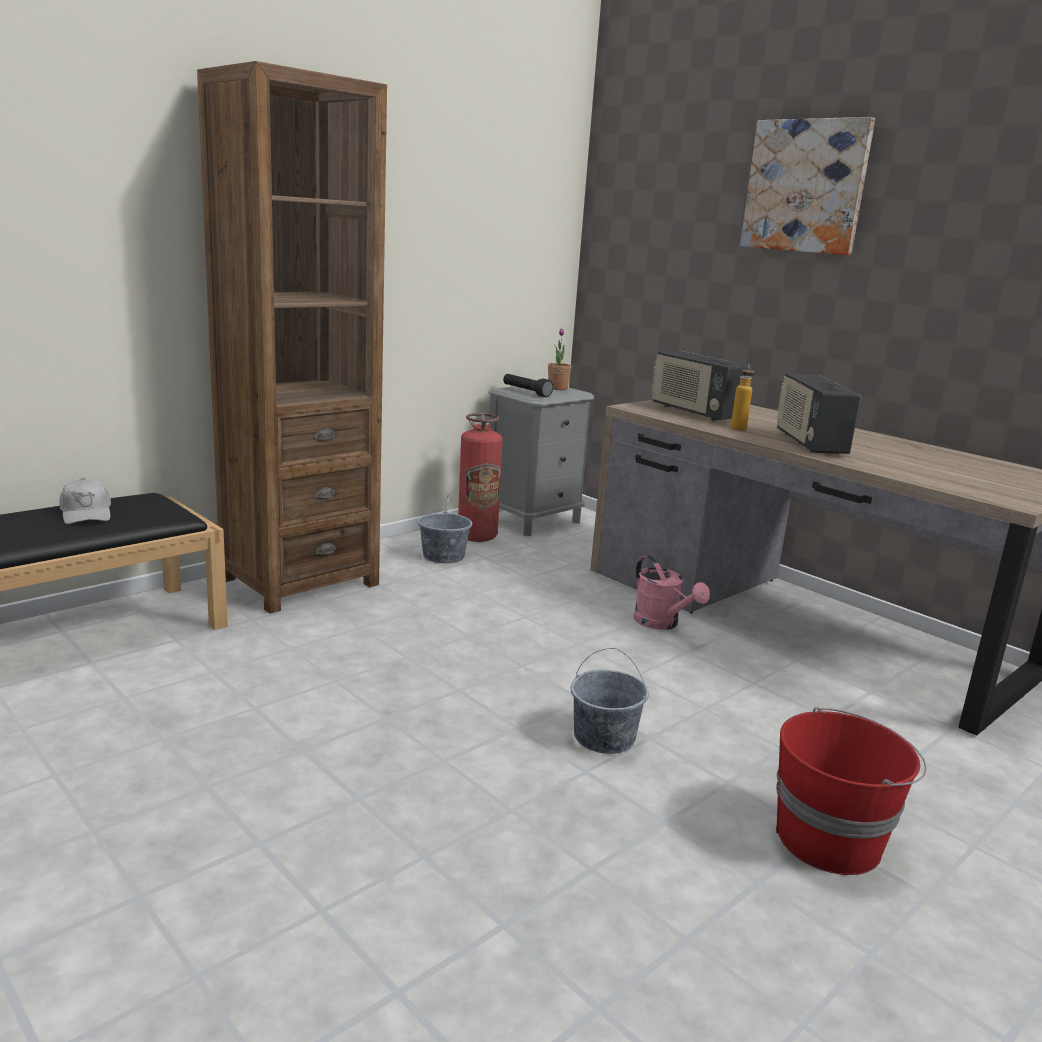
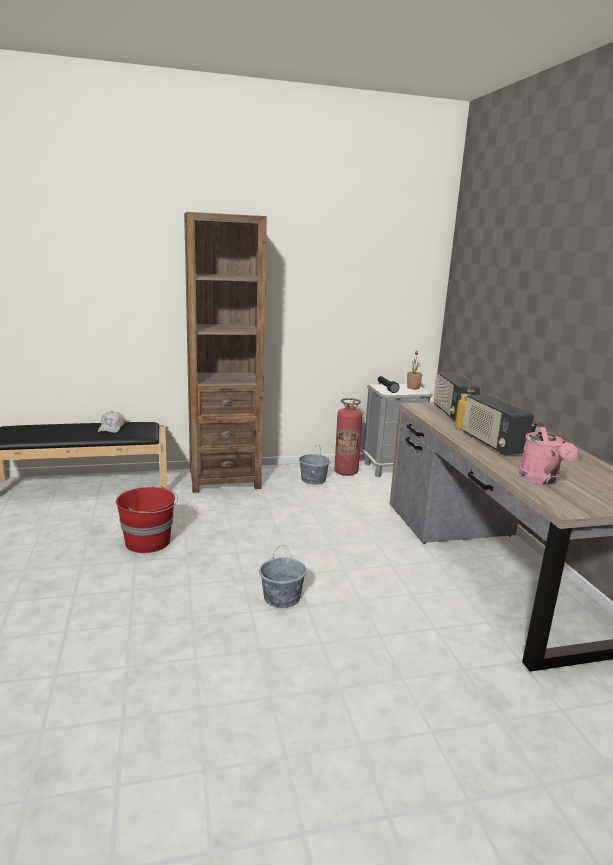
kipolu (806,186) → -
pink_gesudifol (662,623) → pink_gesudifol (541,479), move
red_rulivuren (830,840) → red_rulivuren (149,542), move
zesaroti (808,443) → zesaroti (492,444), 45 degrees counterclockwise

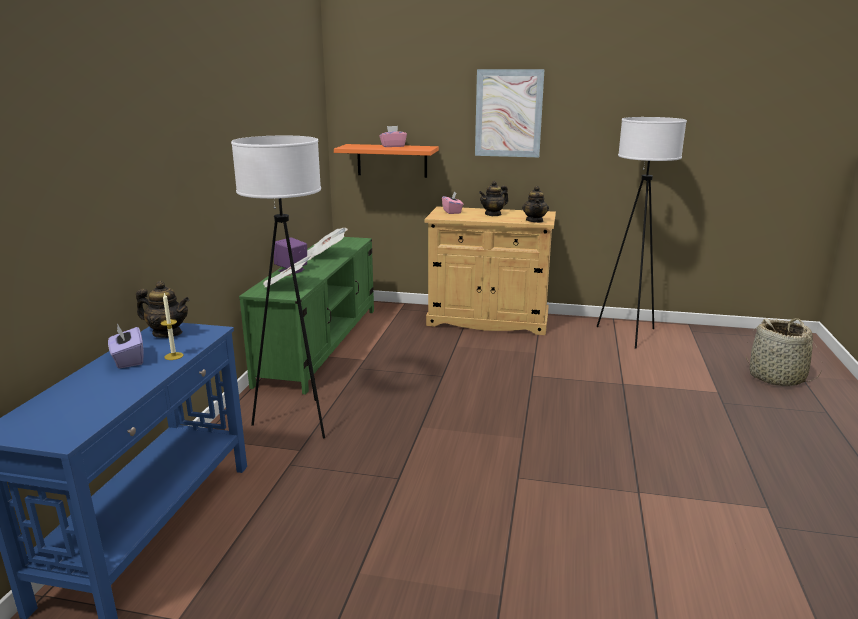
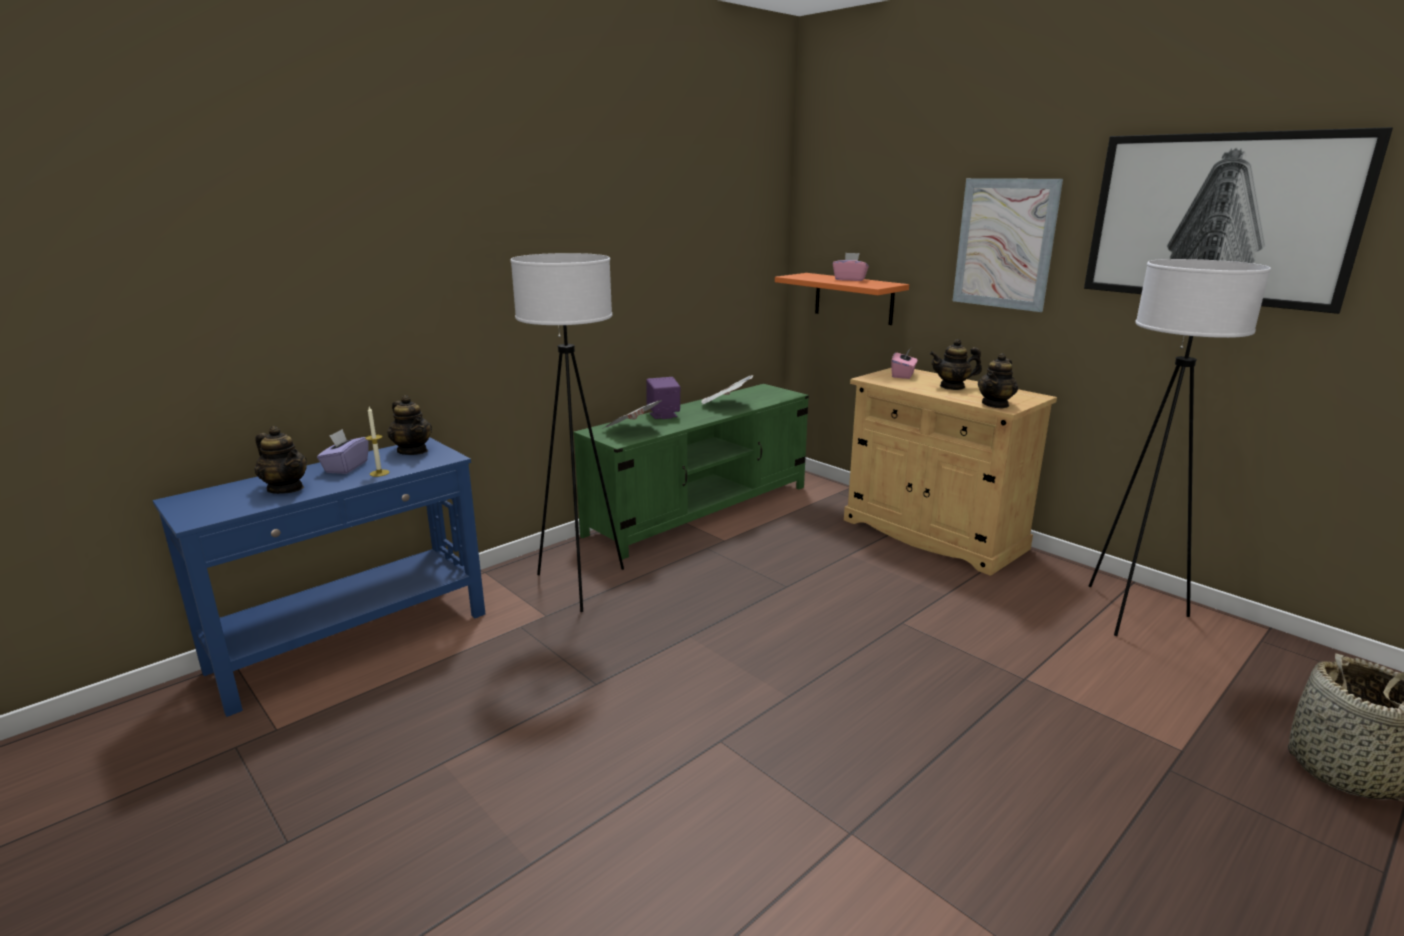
- → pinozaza (286,488)
- → kipolu (1218,218)

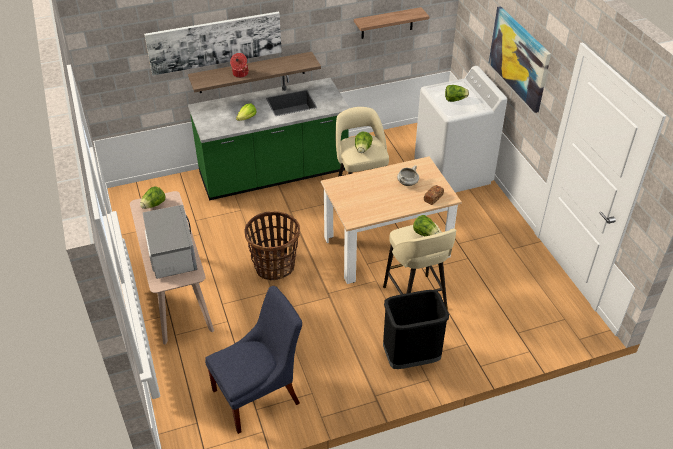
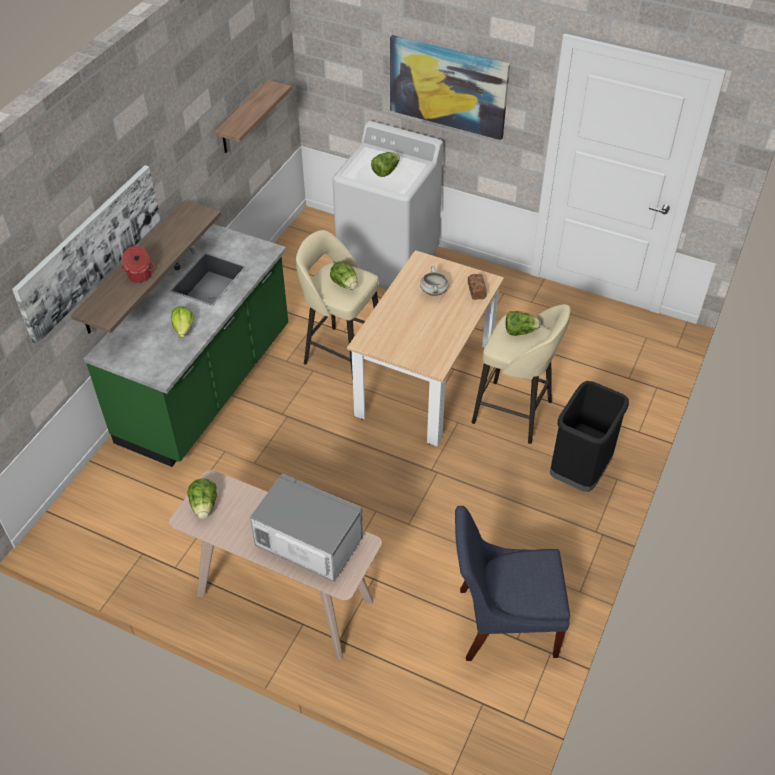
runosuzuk (274,266) → -
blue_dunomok (259,395) → blue_dunomok (502,622), 105 degrees counterclockwise

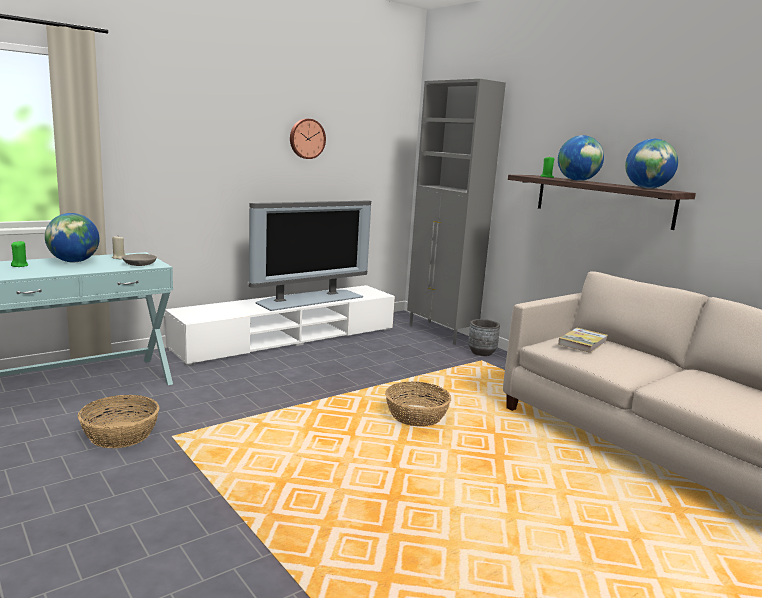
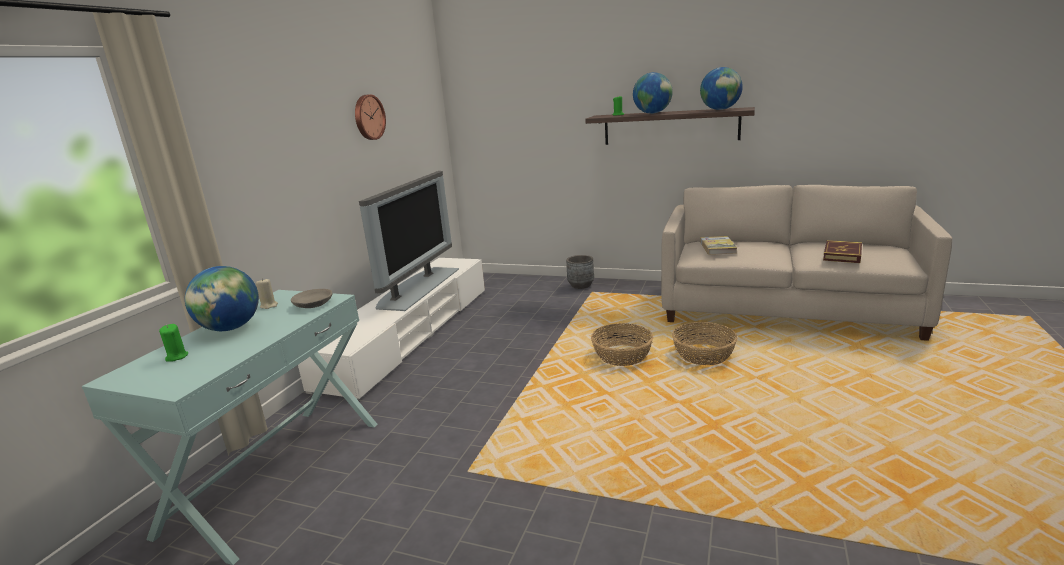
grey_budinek (441,333) → -
- → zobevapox (842,255)
runosuzuk (121,435) → runosuzuk (704,355), move

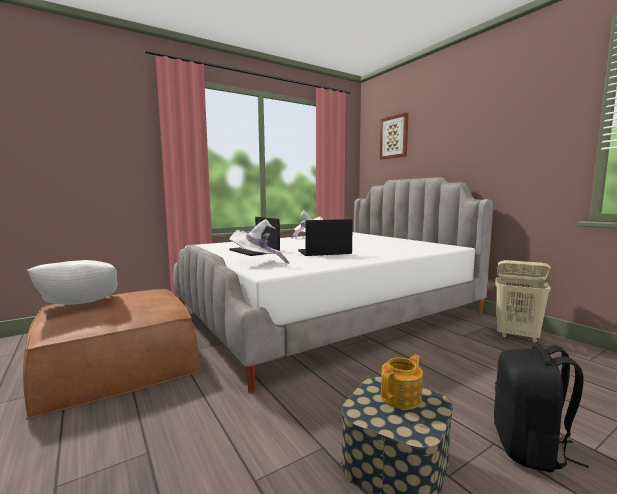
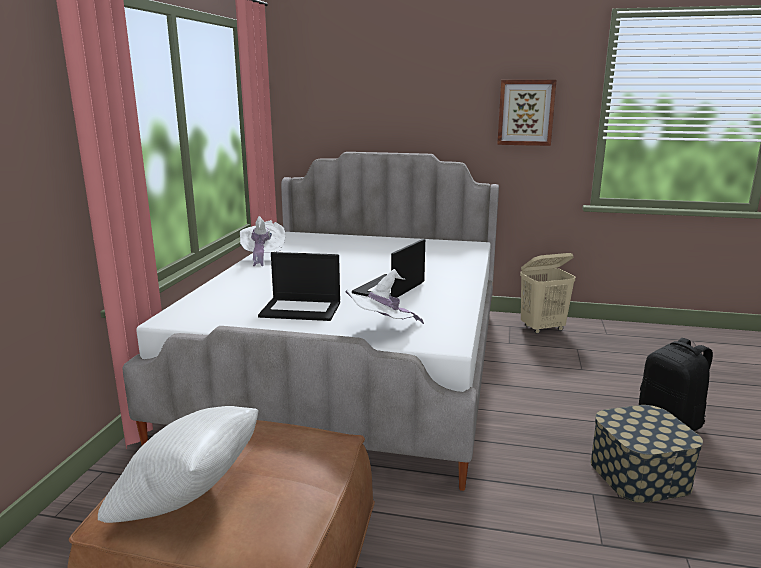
pinozaza (402,397) → -
kipolu (394,137) → kipolu (526,112), move

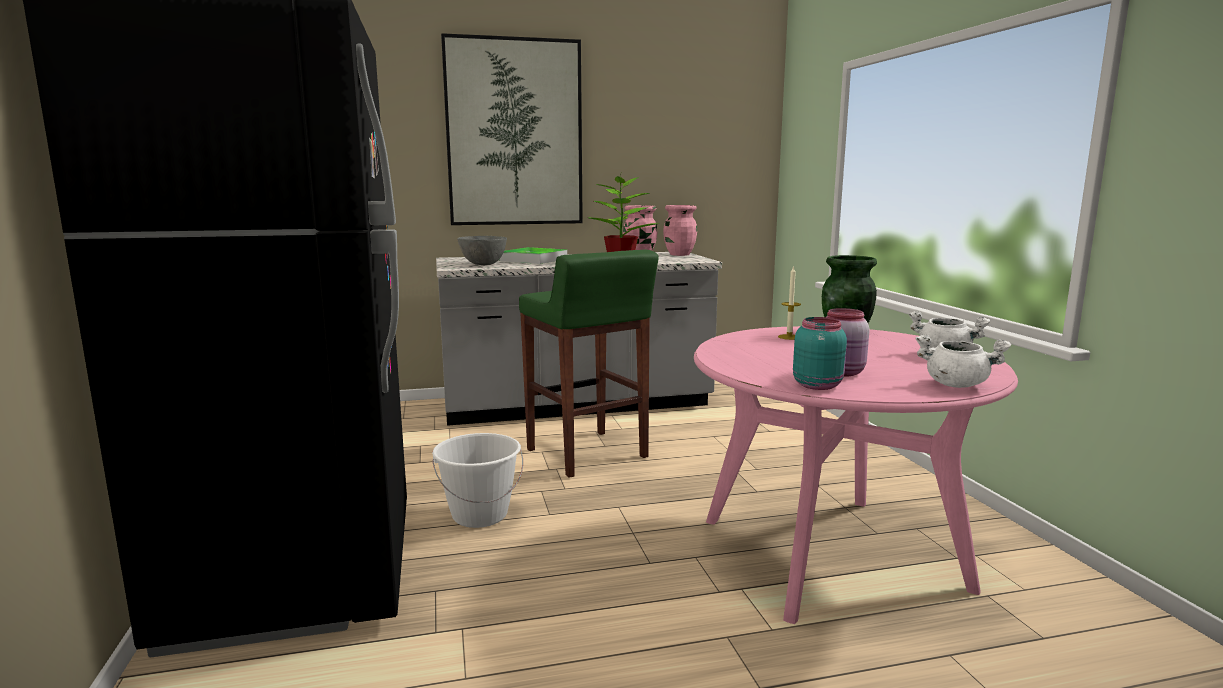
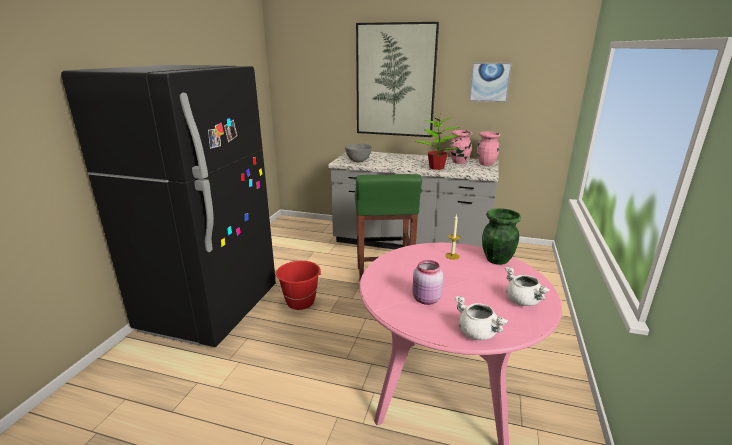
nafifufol (533,260) → -
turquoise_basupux (818,385) → -
- → kipolu (489,82)
white_rulivuren (480,515) → red_rulivuren (300,302)

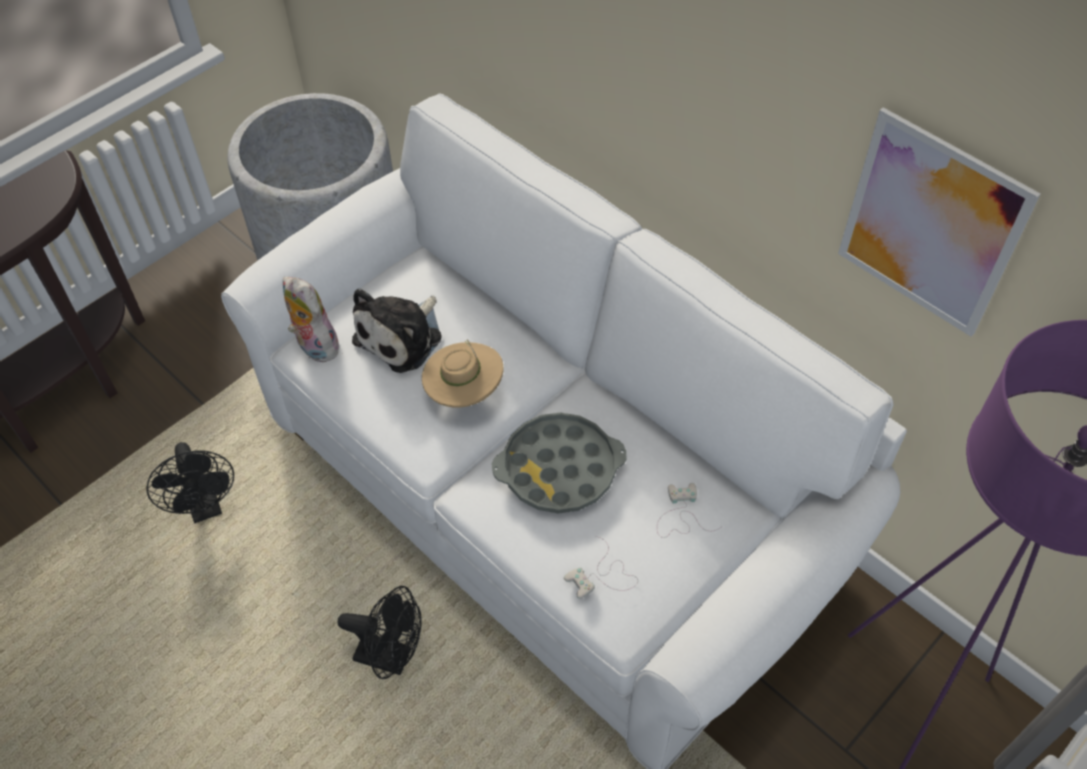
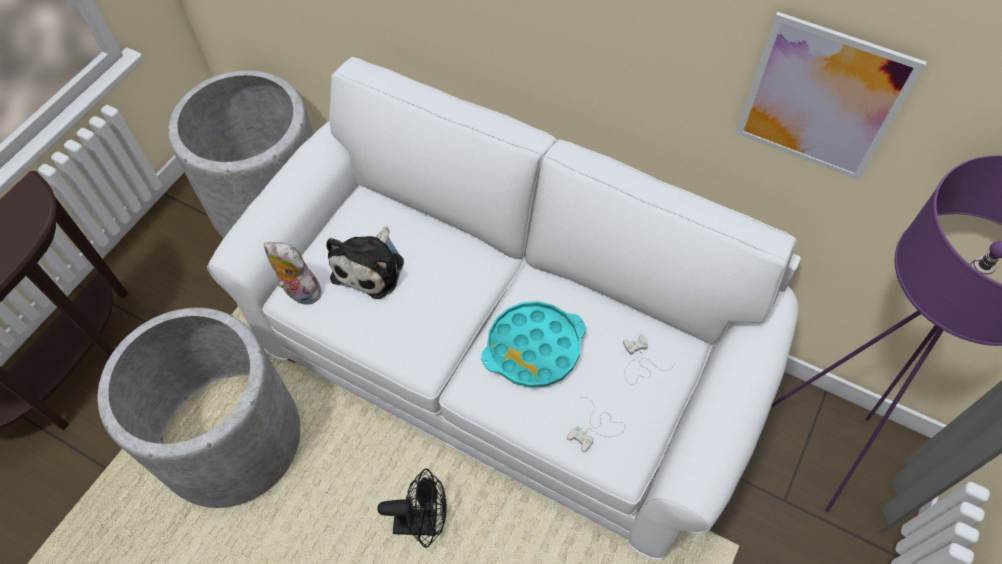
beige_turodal (464,392) → -
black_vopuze (206,507) → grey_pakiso (231,439)
grey_nafifufol (559,469) → turquoise_nafifufol (533,348)

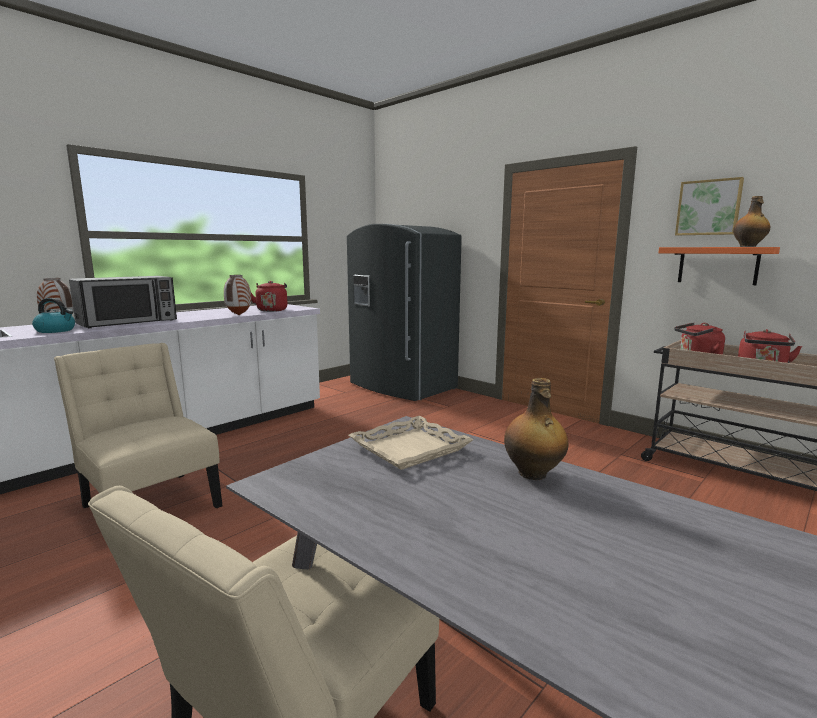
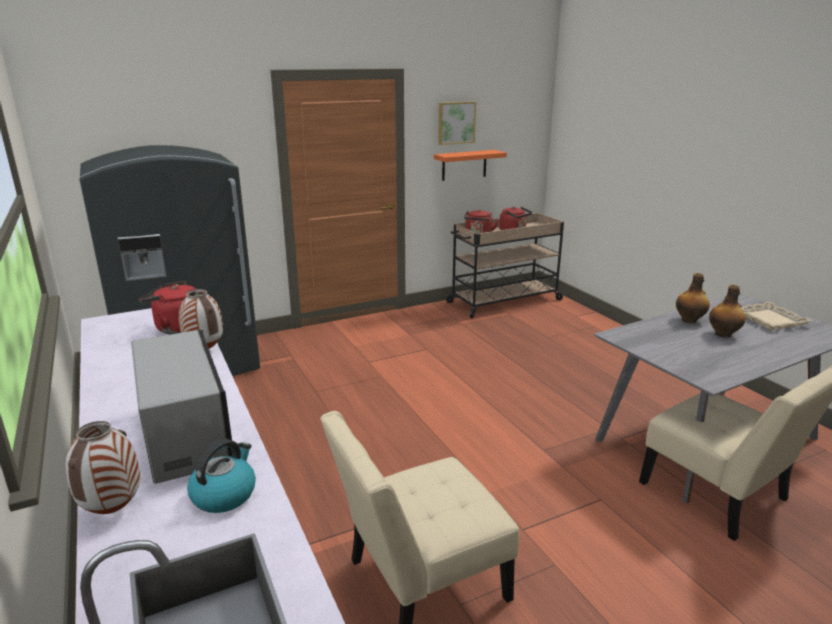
beige_nafifufol (410,449) → beige_nafifufol (770,320), move
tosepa (748,246) → tosepa (723,334), move

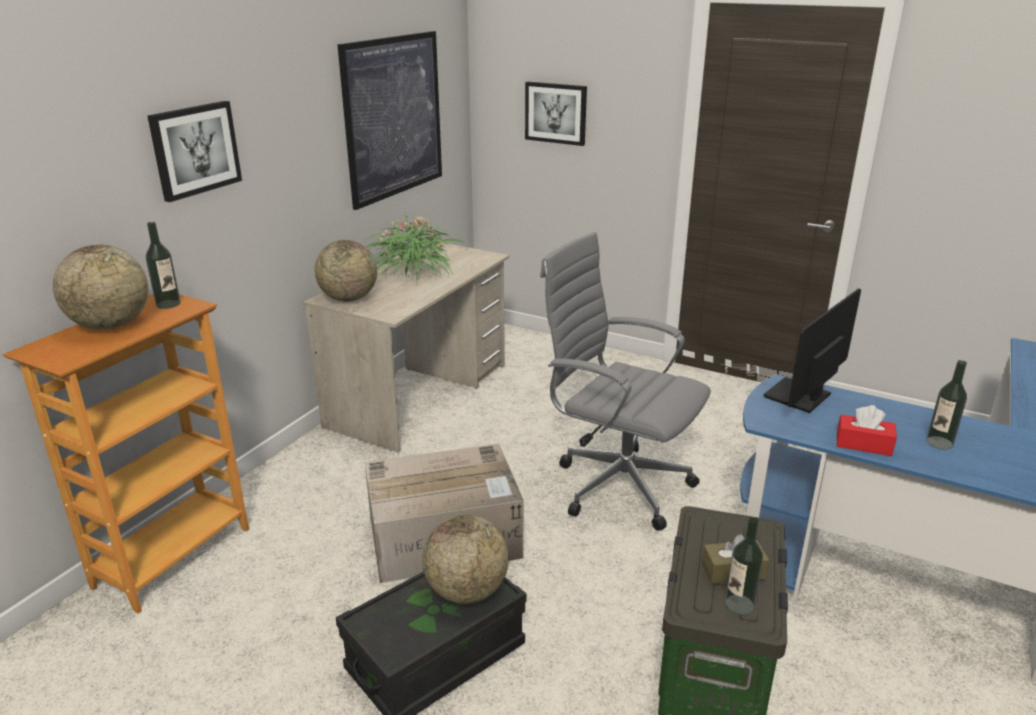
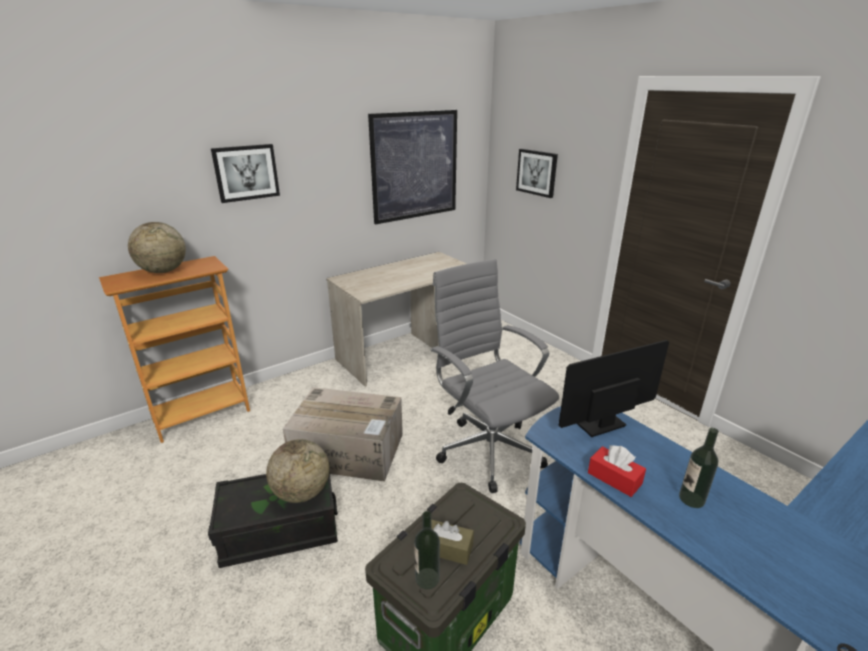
tosepa (168,304) → -
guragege (349,299) → -
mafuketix (413,271) → -

